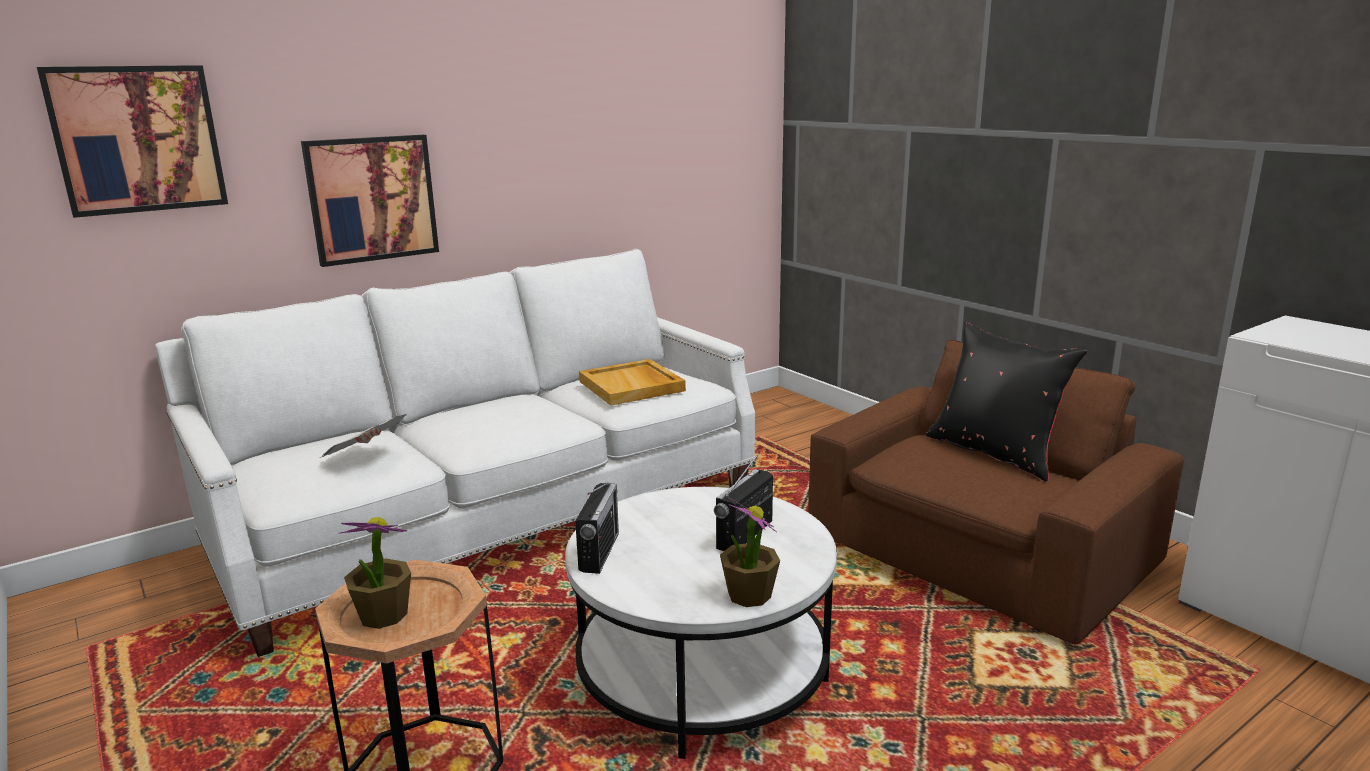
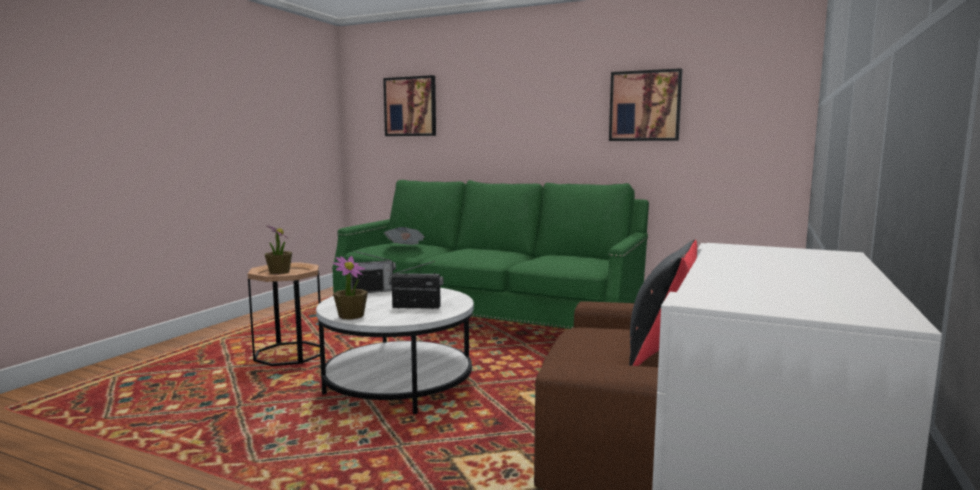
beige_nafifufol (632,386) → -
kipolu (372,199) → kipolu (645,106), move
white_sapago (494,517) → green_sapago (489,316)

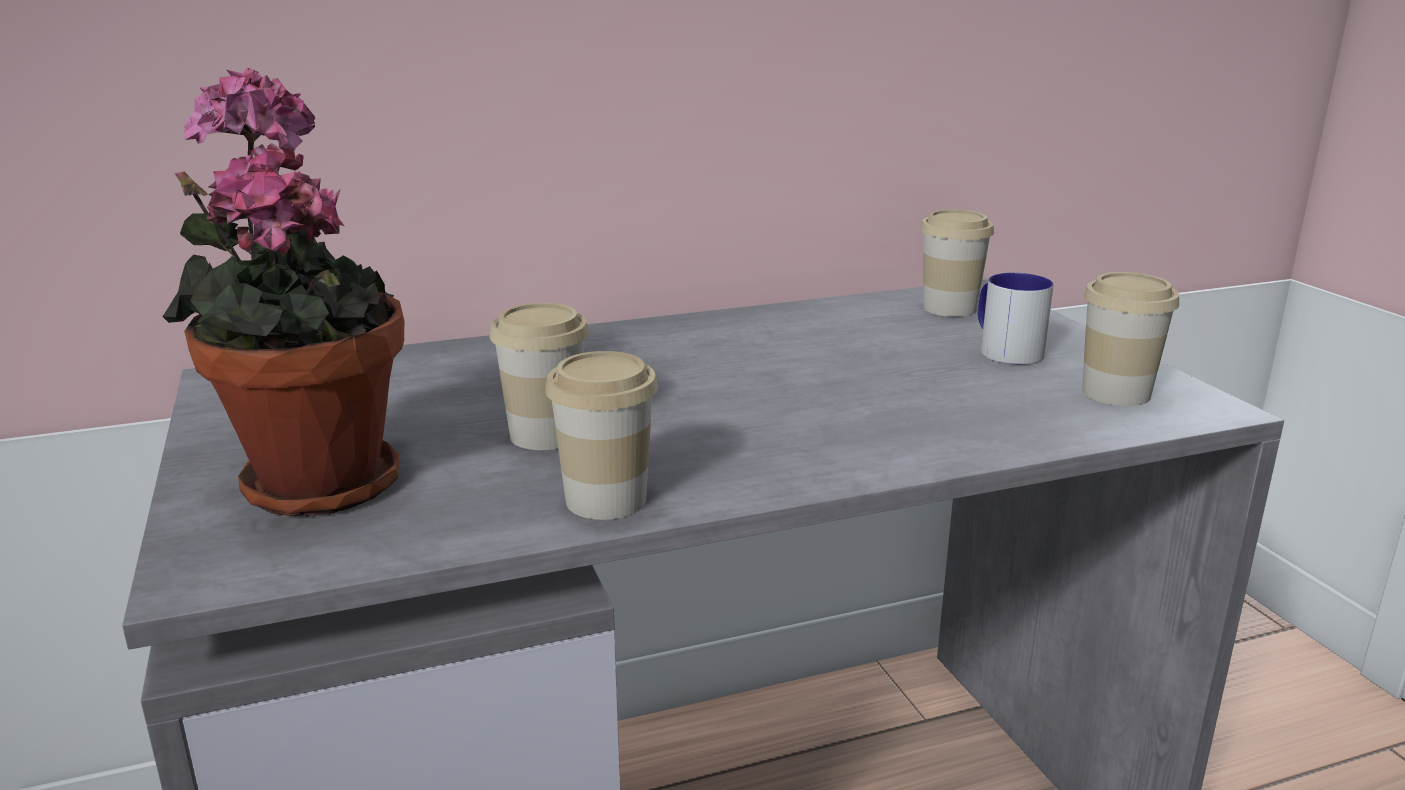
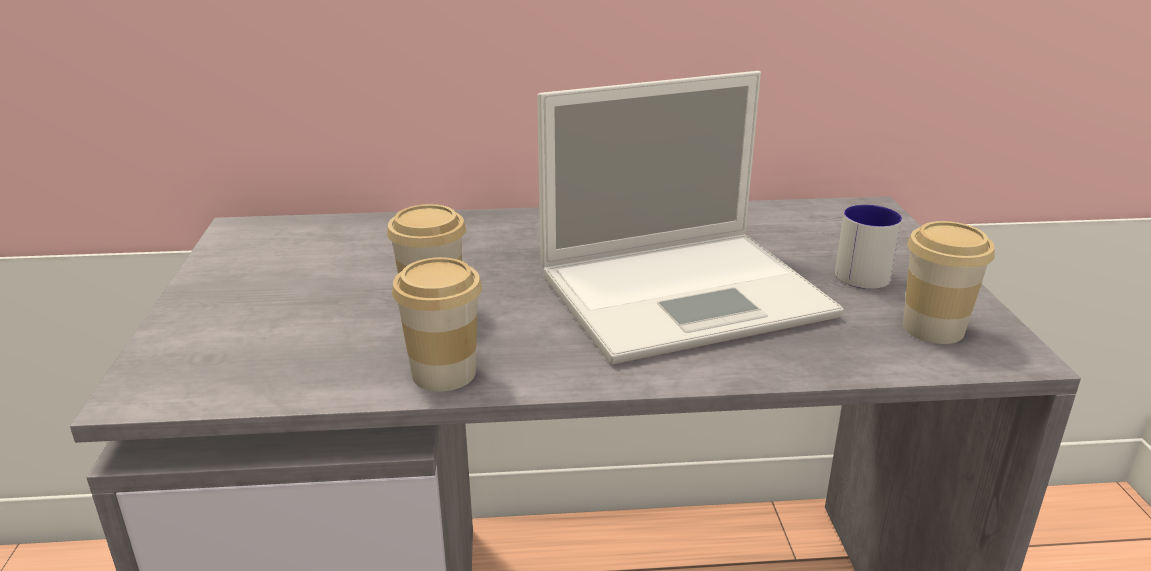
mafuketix (313,480) → -
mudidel (949,308) → -
- → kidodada (688,293)

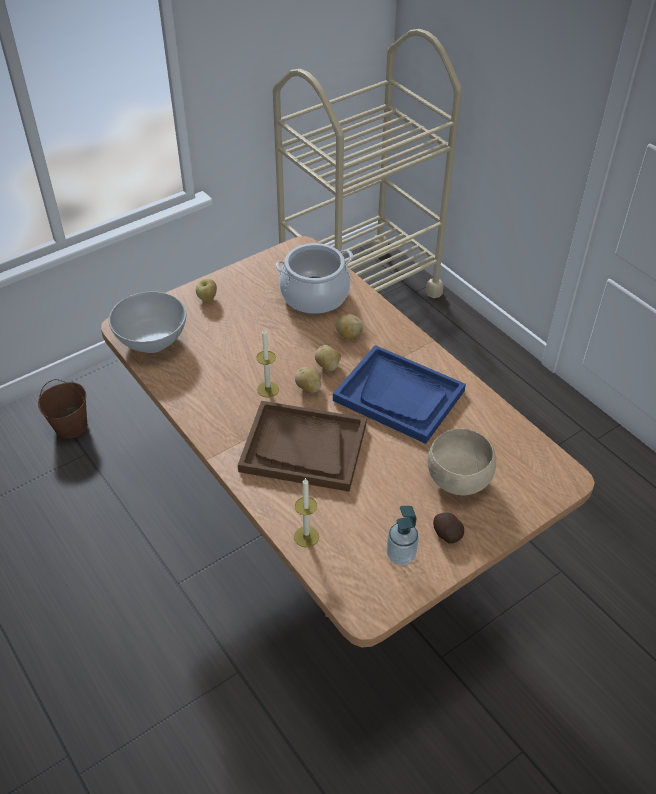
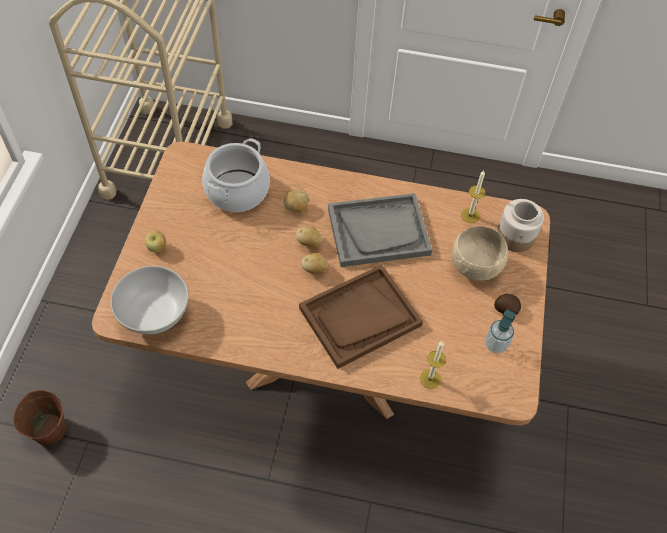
- → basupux (515,236)
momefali (268,389) → momefali (470,215), move
blue_nafifufol (399,395) → grey_nafifufol (378,231)

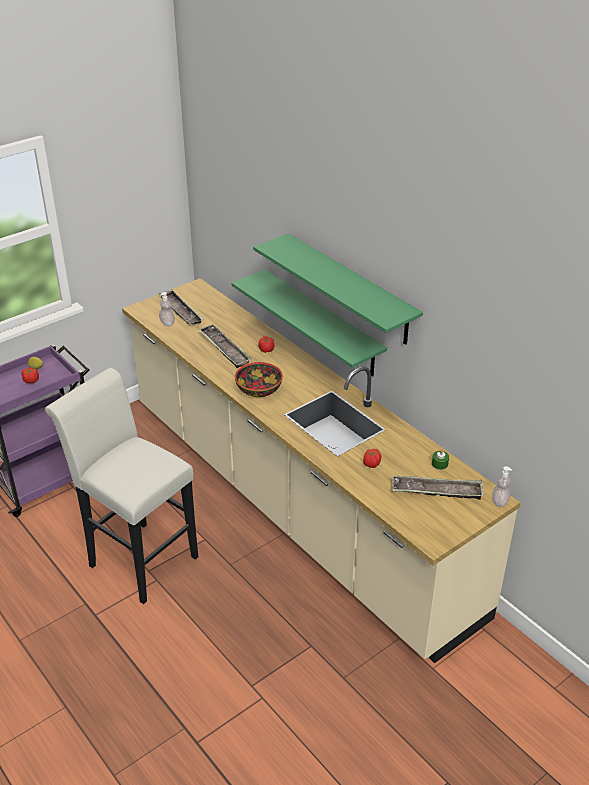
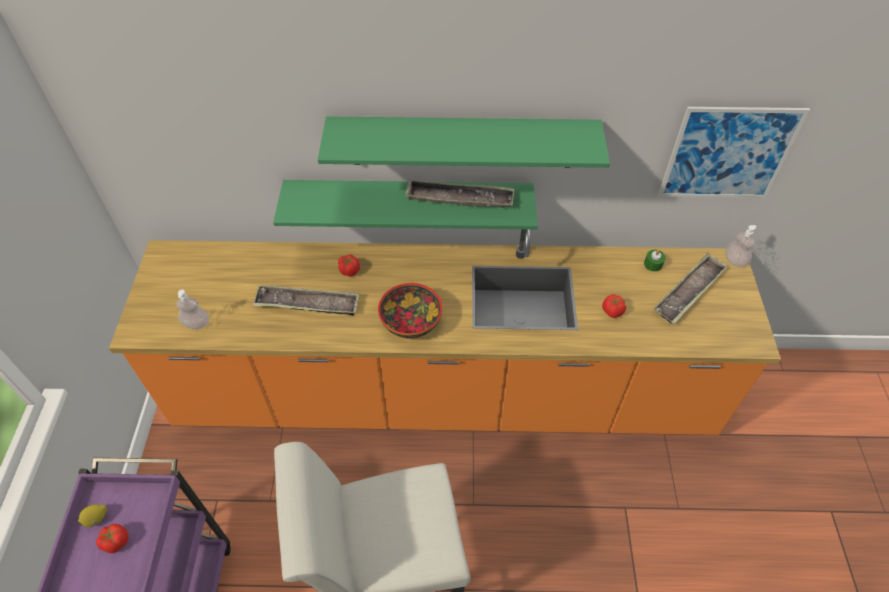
- → kipolu (728,154)
nafifufol (180,311) → nafifufol (459,198), move
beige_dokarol (294,504) → orange_dokarol (444,395)

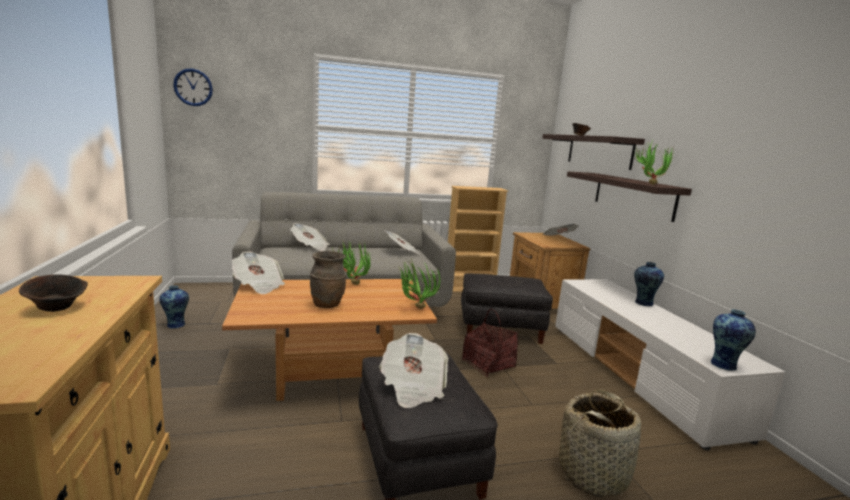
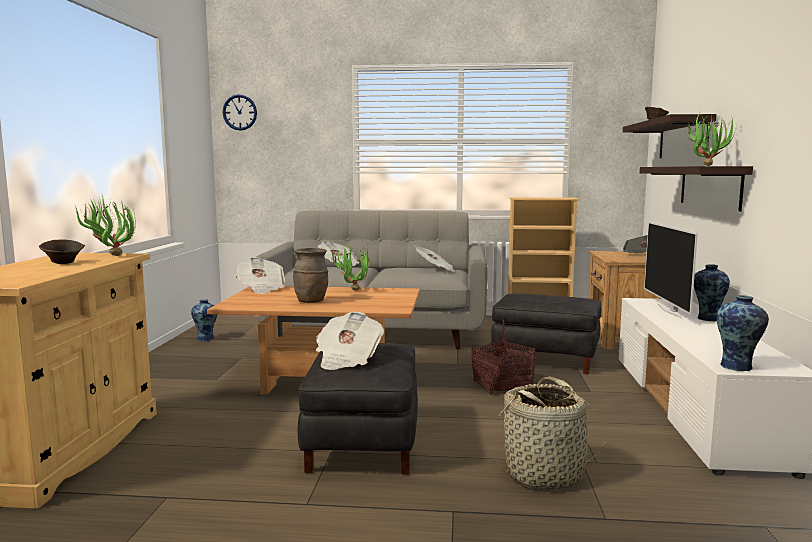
- → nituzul (670,311)
mafuketix (414,308) → mafuketix (110,255), move

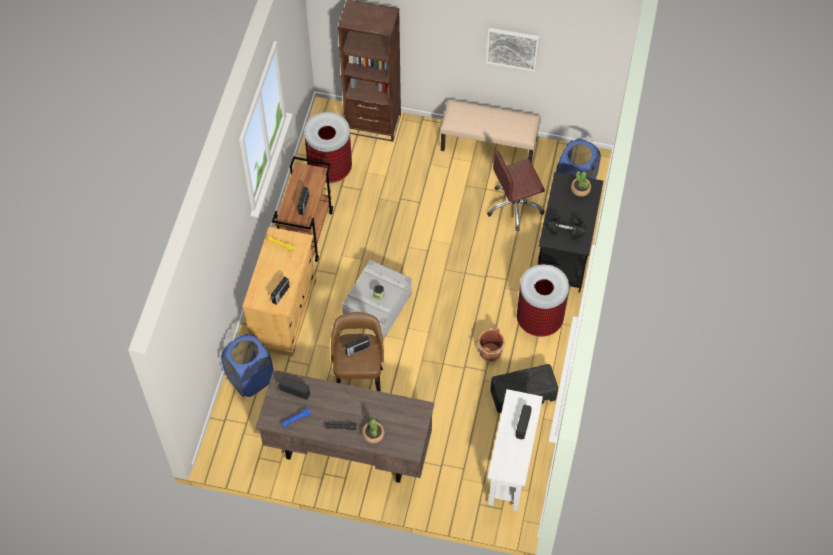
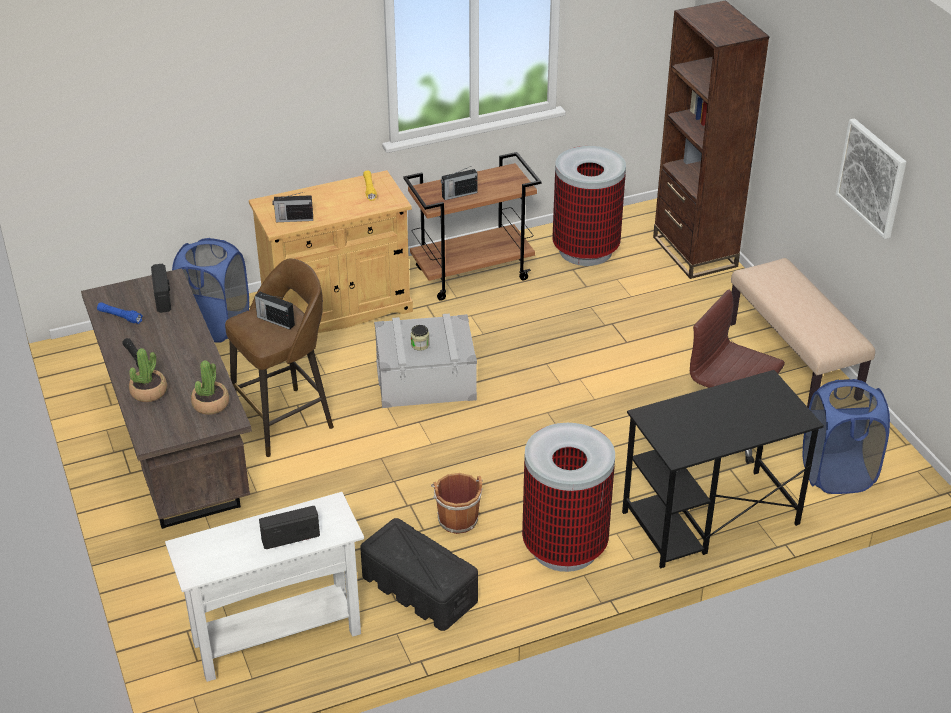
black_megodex (564,231) → -
mafuketix (580,189) → mafuketix (210,404), move

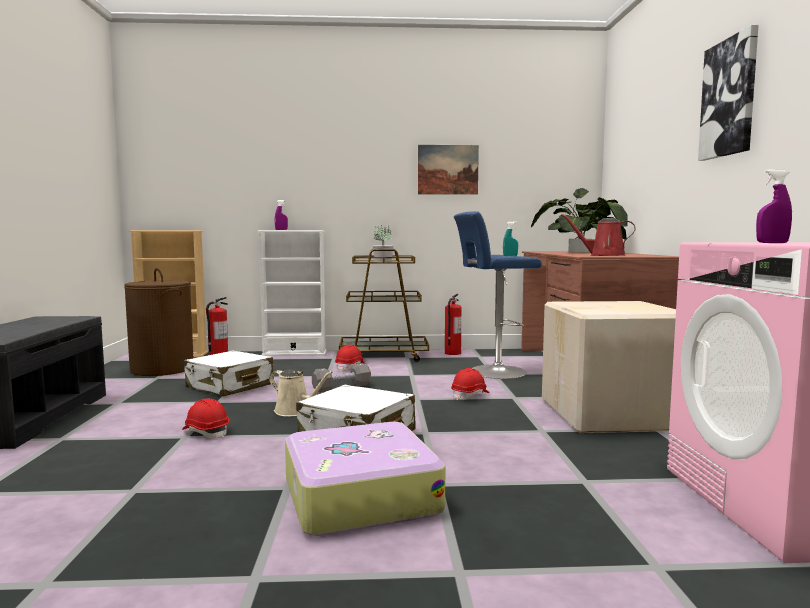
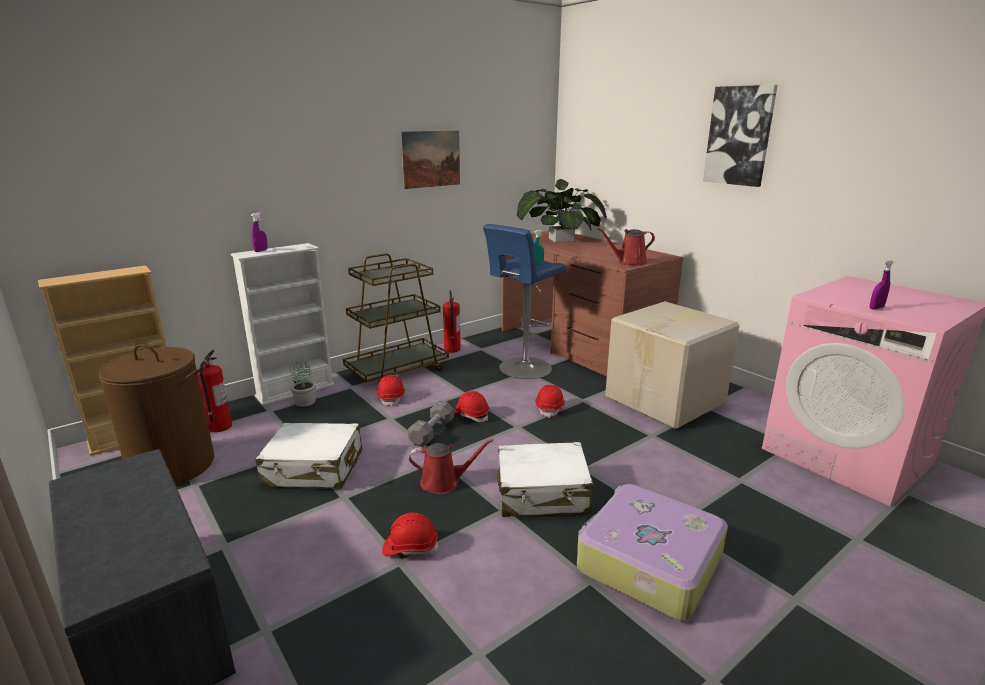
- → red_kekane (471,415)
mafuketix (383,261) → mafuketix (305,401), move
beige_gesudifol (295,411) → red_gesudifol (443,482)

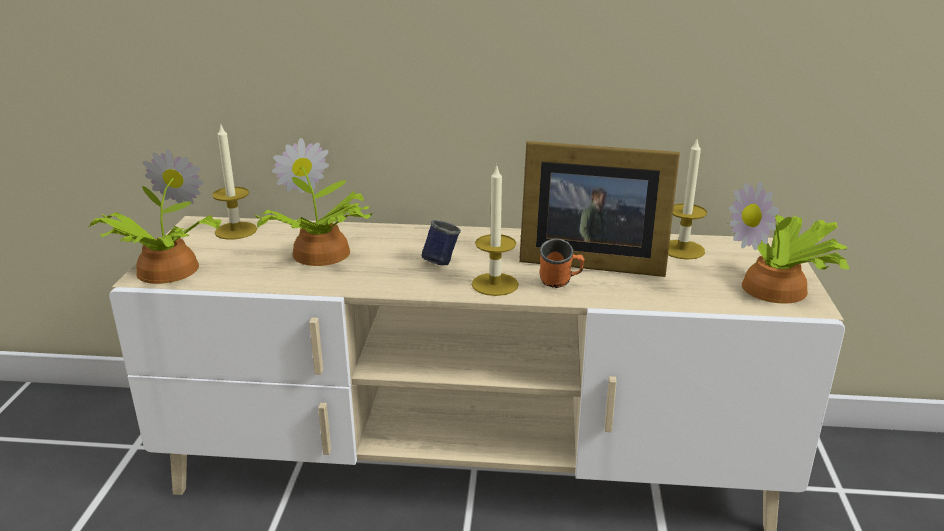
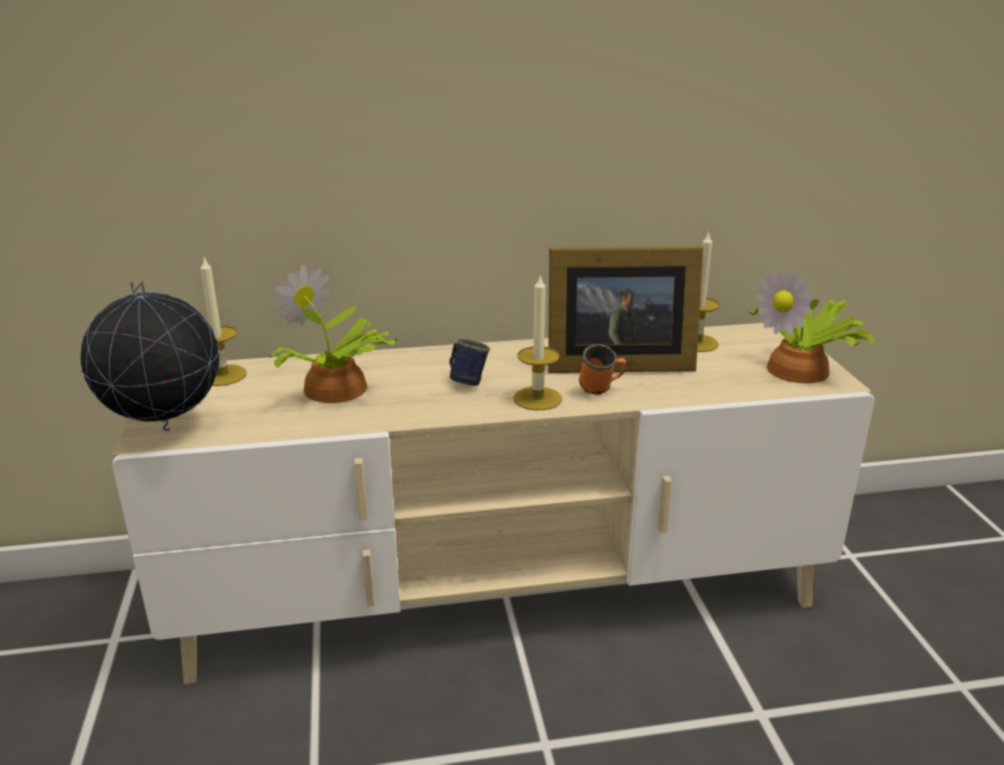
mafuketix (163,271) → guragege (165,429)

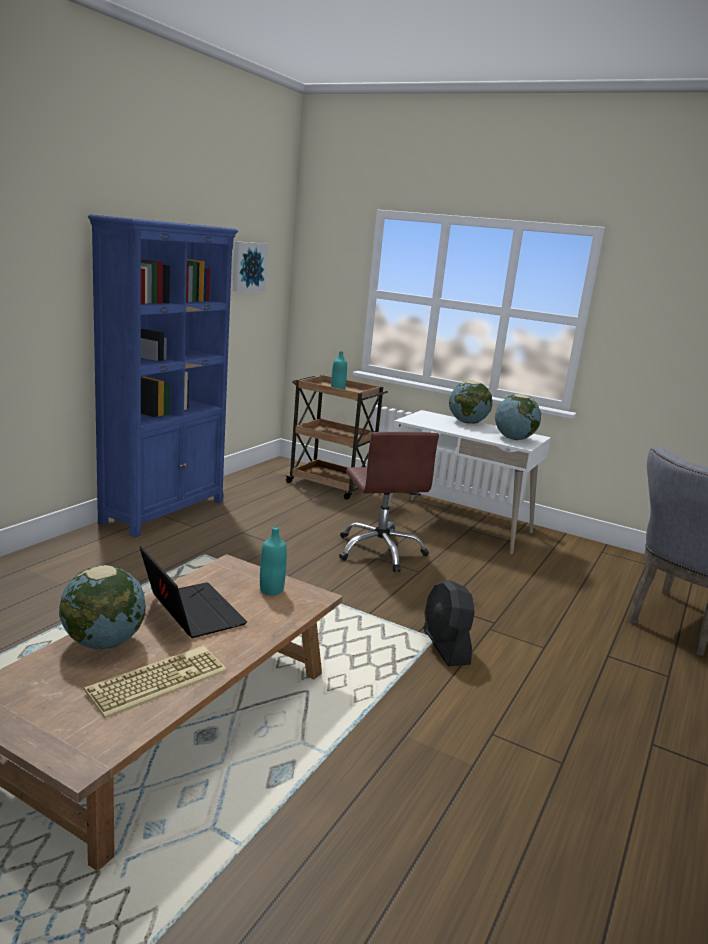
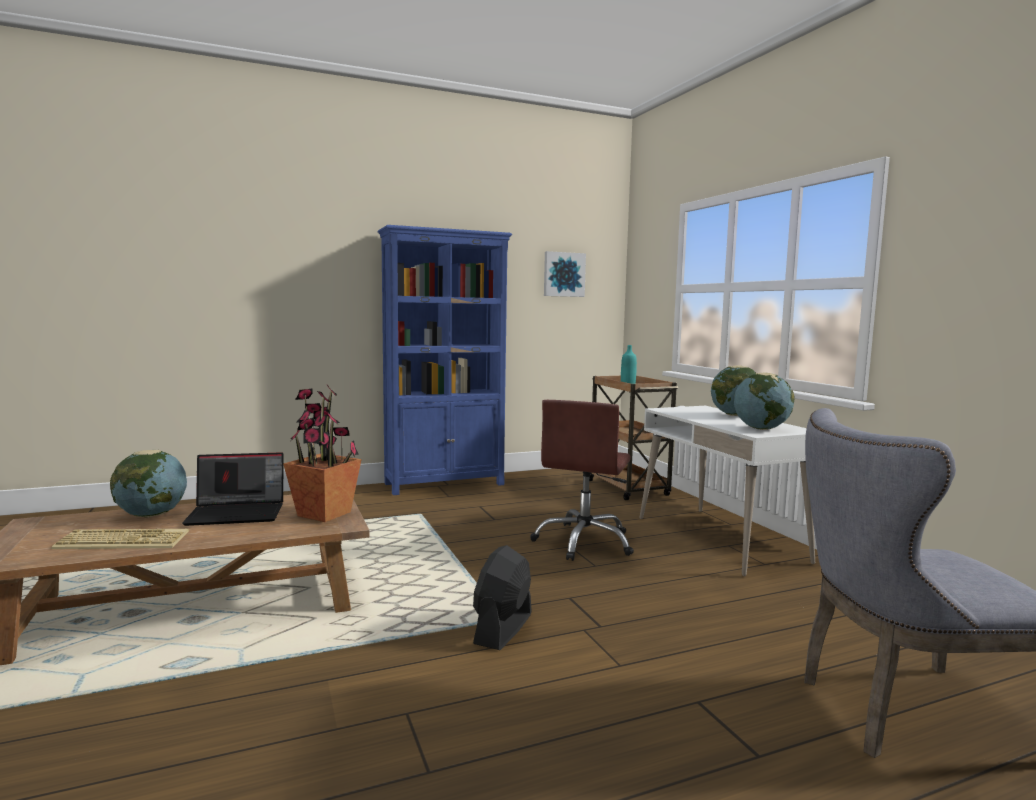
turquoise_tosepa (271,590) → mafuketix (324,514)
kidodada (190,612) → kidodada (238,513), 75 degrees clockwise

